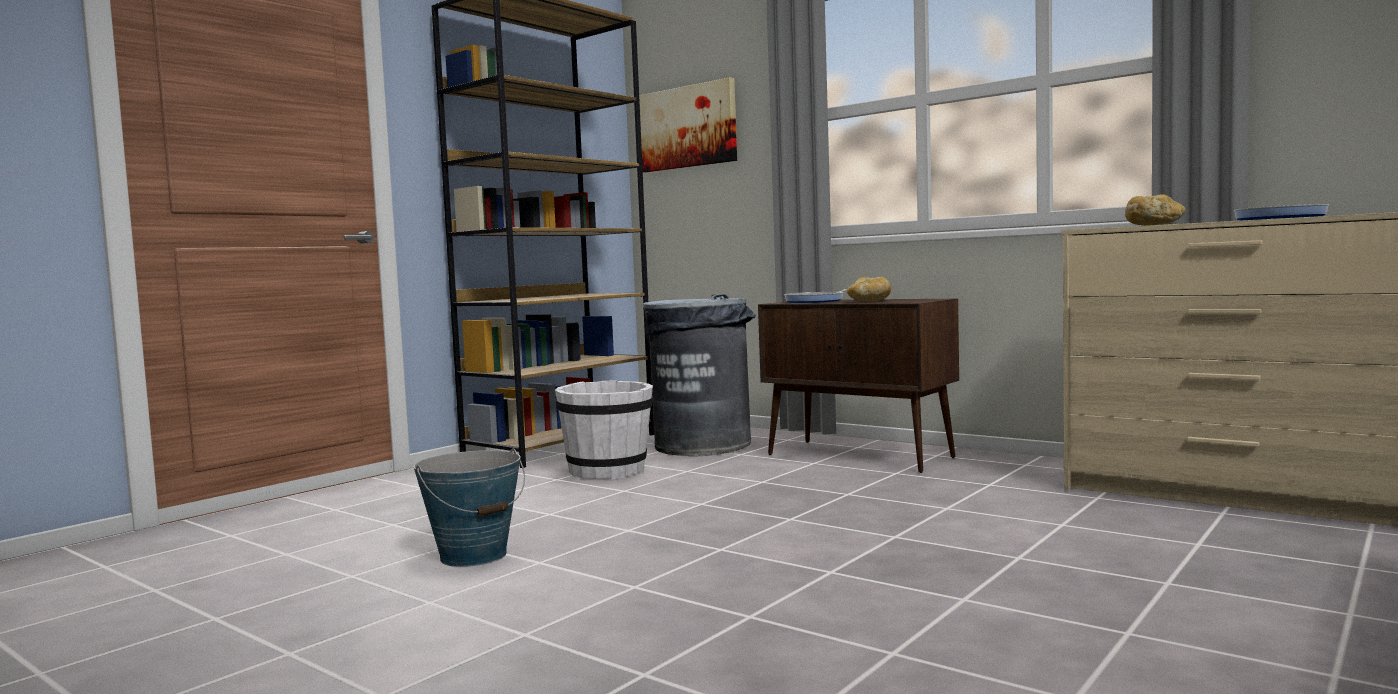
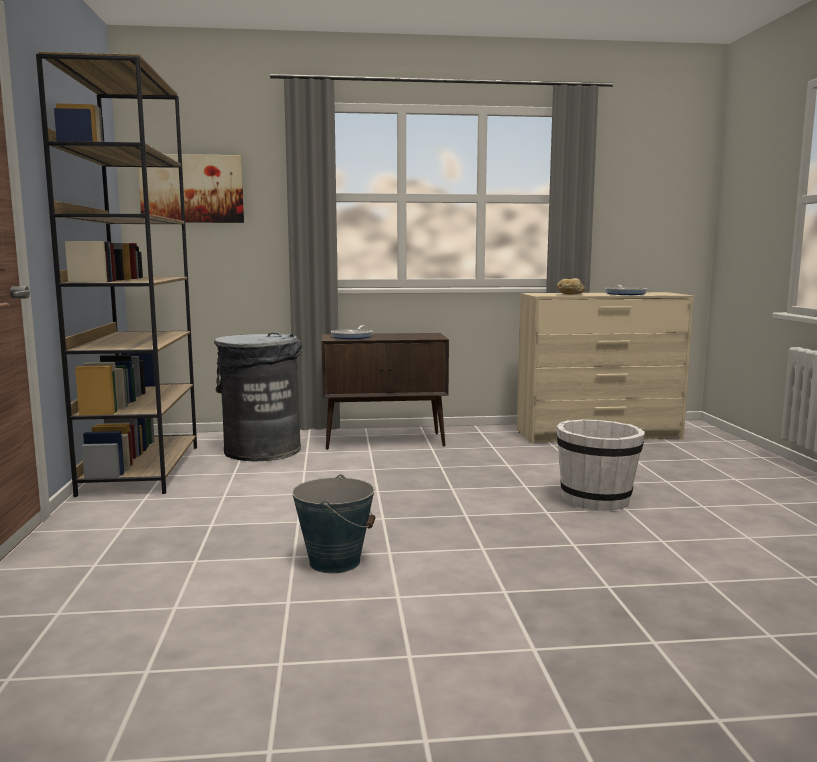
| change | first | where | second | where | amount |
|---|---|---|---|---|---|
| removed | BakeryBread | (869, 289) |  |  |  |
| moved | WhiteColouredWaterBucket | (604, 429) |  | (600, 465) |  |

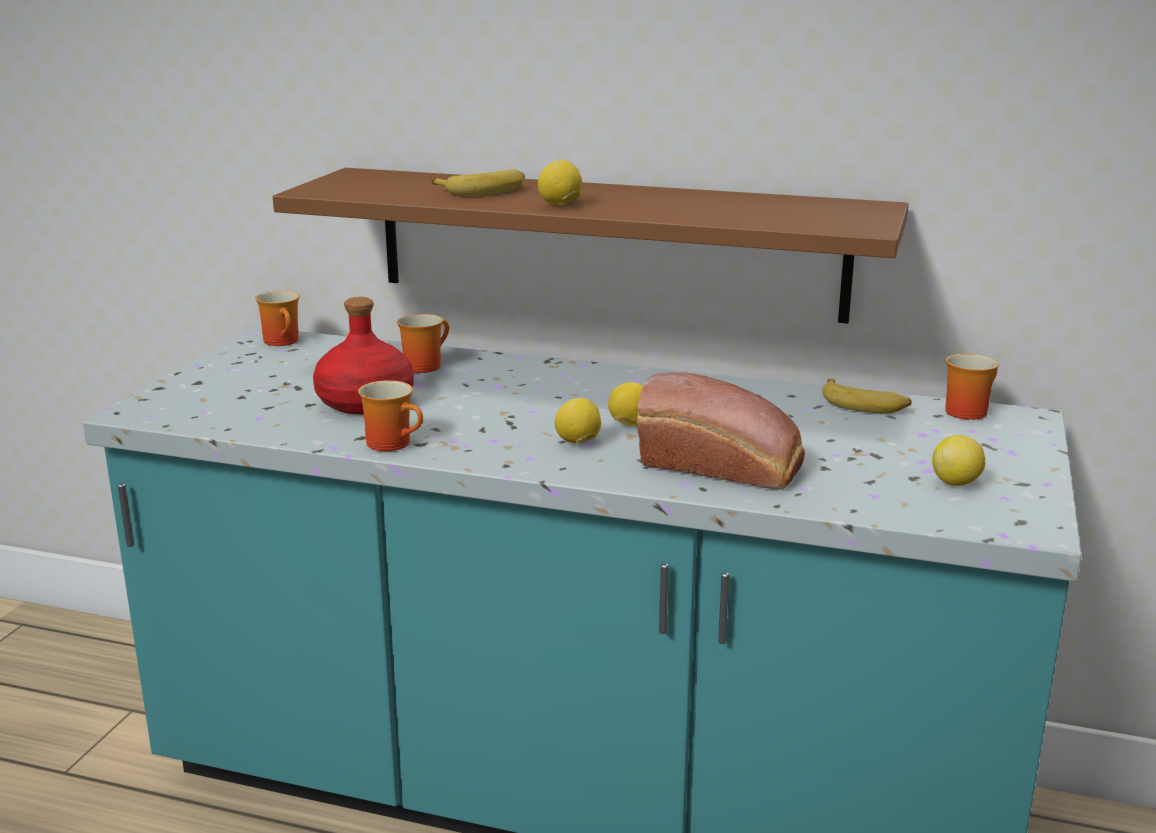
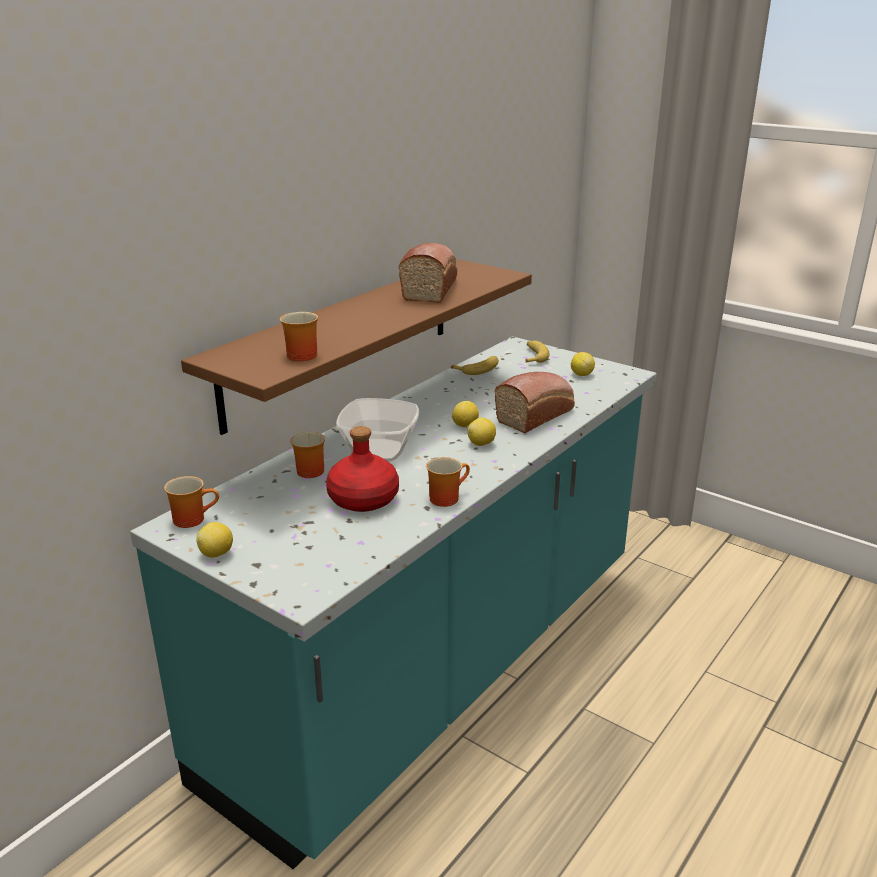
| change | first | where | second | where | amount |
|---|---|---|---|---|---|
| added |  |  | DeepDish | (377, 430) |  |
| added |  |  | BakeryBread | (428, 273) |  |
| moved | Banana | (478, 182) |  | (538, 351) |  |
| moved | WholeLemon | (560, 182) |  | (214, 540) |  |
| moved | Mug | (972, 387) |  | (299, 336) |  |

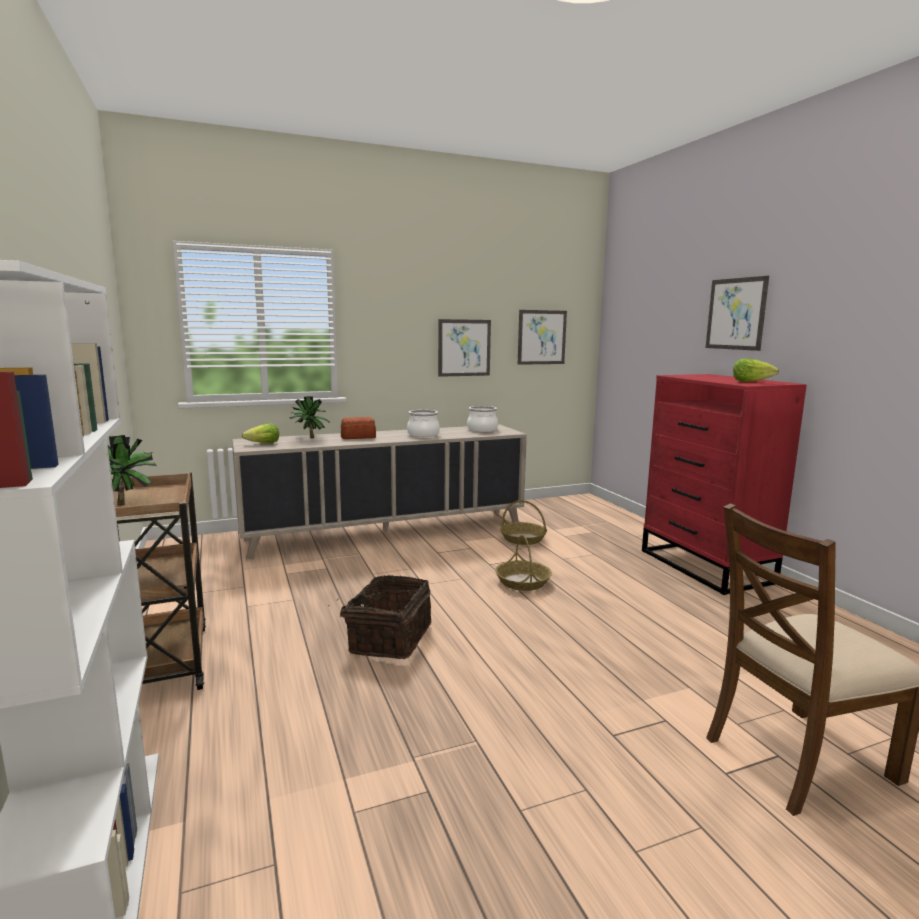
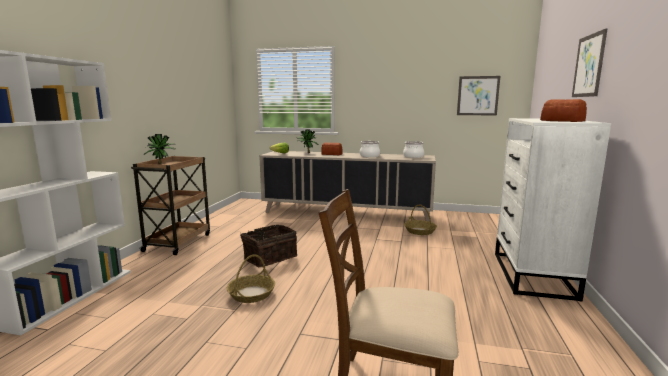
| change | first | where | second | where | amount |
|---|---|---|---|---|---|
| removed | Picture | (464, 348) |  |  |  |
| moved | HouseholdBasket | (523, 563) |  | (251, 278) |  |
| replaced | HeadOfLettuce | (756, 370) | BakeryBread | (563, 110) |  |
| recoloured | RedChestOfDrawers | (724, 484) | WhiteColouredChestOfDrawers | (553, 209) |  |

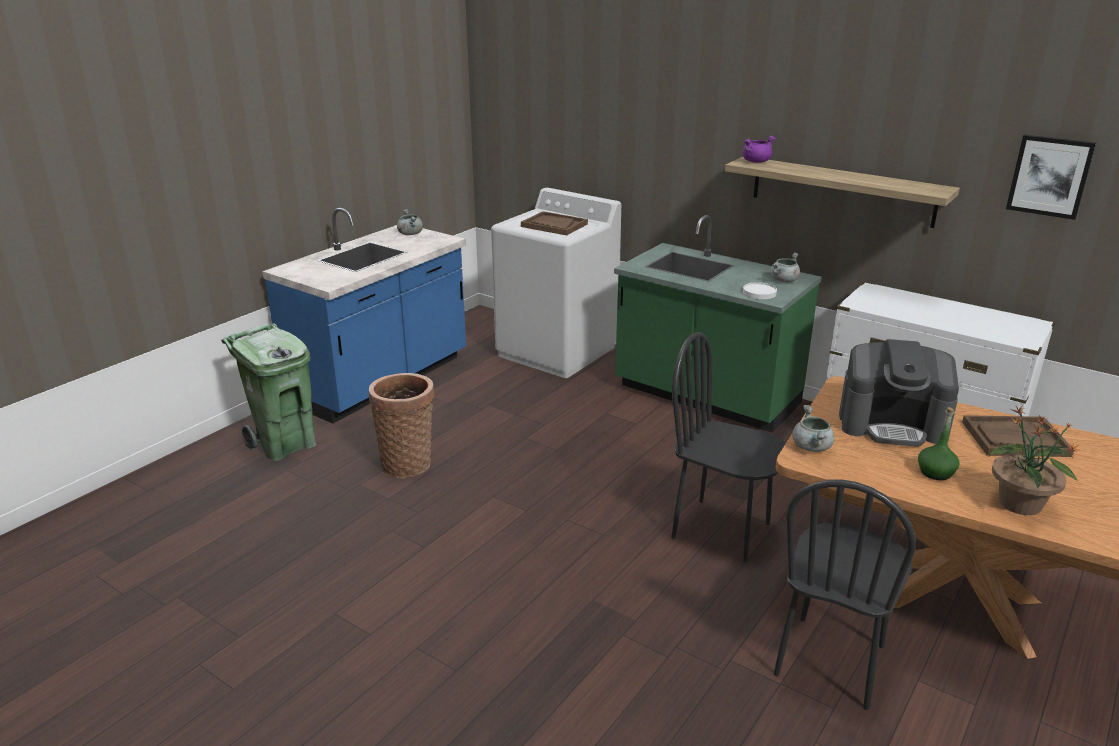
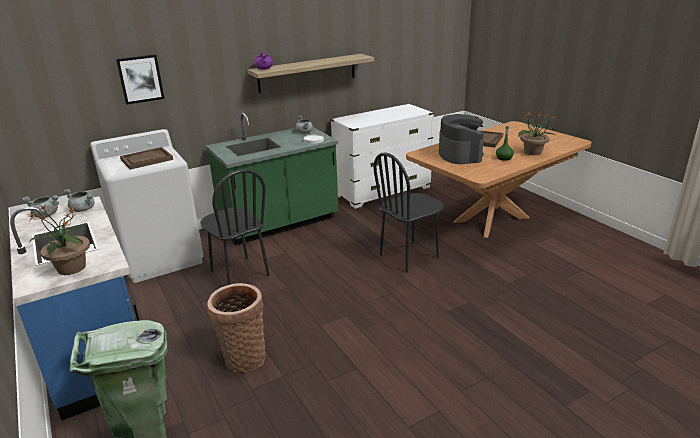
| change | first | where | second | where | amount |
|---|---|---|---|---|---|
| added |  |  | Houseplant | (59, 240) |  |
| moved | BlackPlainChair | (845, 595) |  | (235, 227) |  |
| moved | GreyCookingPot | (813, 428) |  | (79, 200) |  |
| moved | Picture | (1051, 177) |  | (140, 79) |  |
| turned | CoffeeMachine | (899, 393) |  | (461, 139) | 45 degrees counterclockwise |

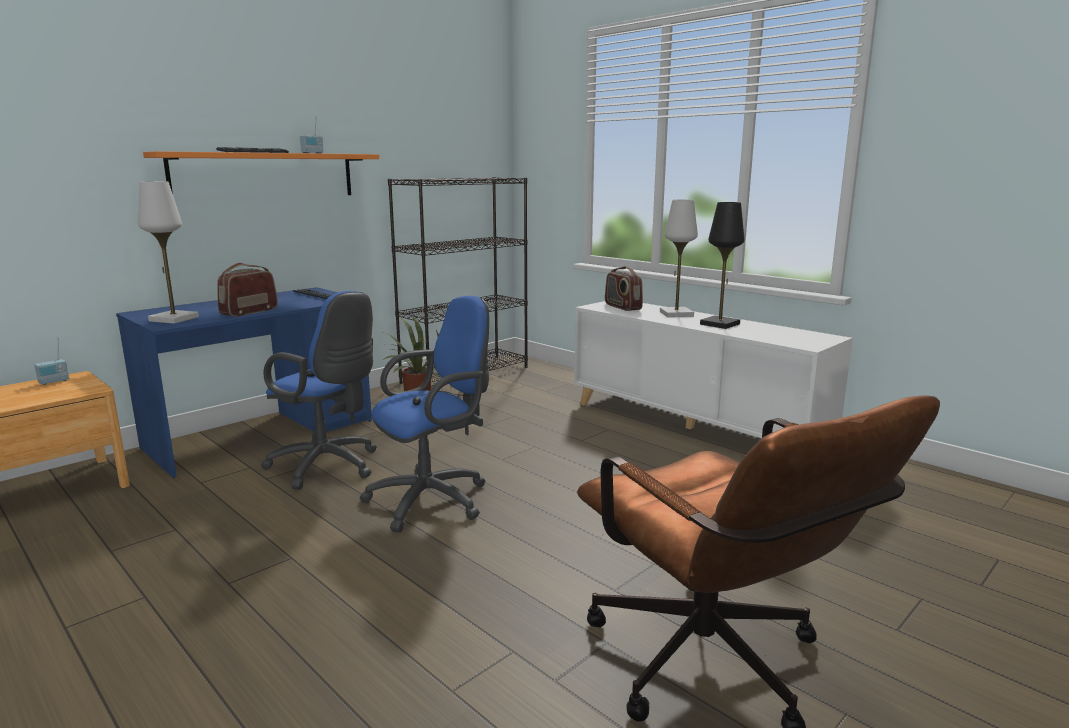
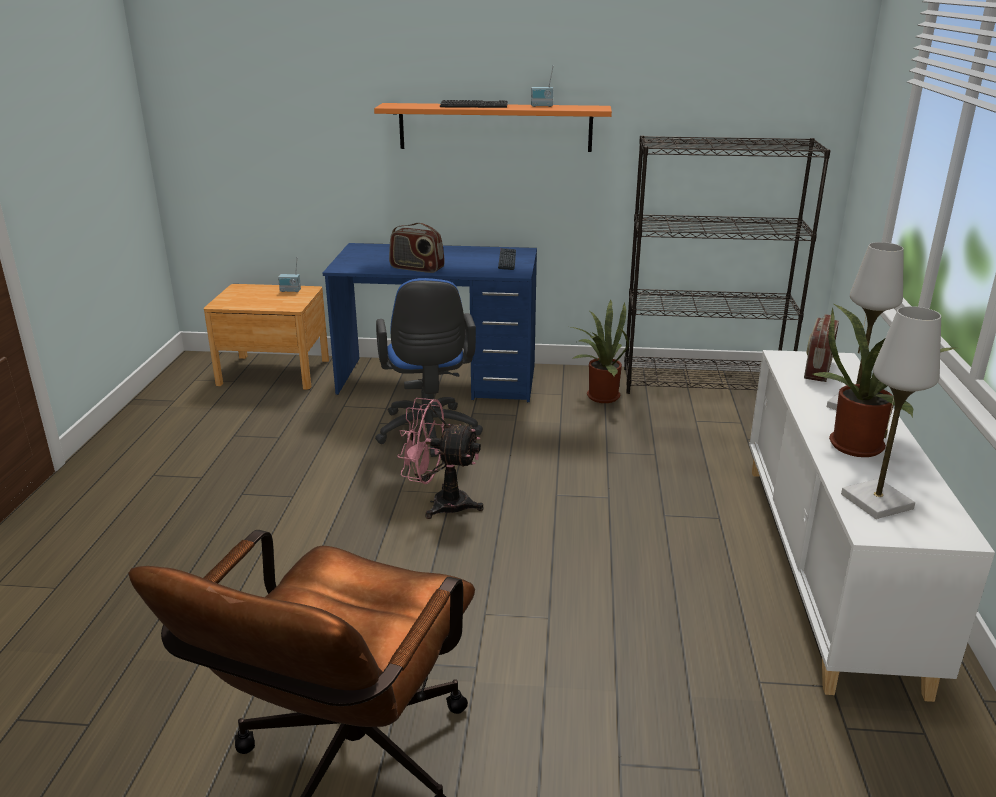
| change | first | where | second | where | amount |
|---|---|---|---|---|---|
| moved | WhiteColouredTableLamp | (168, 252) |  | (891, 412) |  |
| replaced | BlueDeskChair | (424, 414) | PinkElectricFan | (440, 458) |  |
| replaced | BlackTableLamp | (722, 265) | Houseplant | (884, 380) |  |
| turned | RadioReceiver | (247, 290) |  | (417, 248) | 150 degrees counterclockwise |

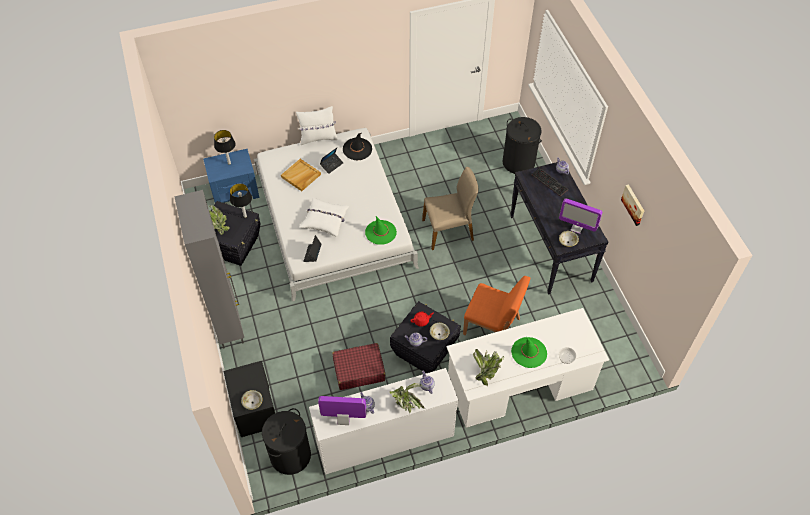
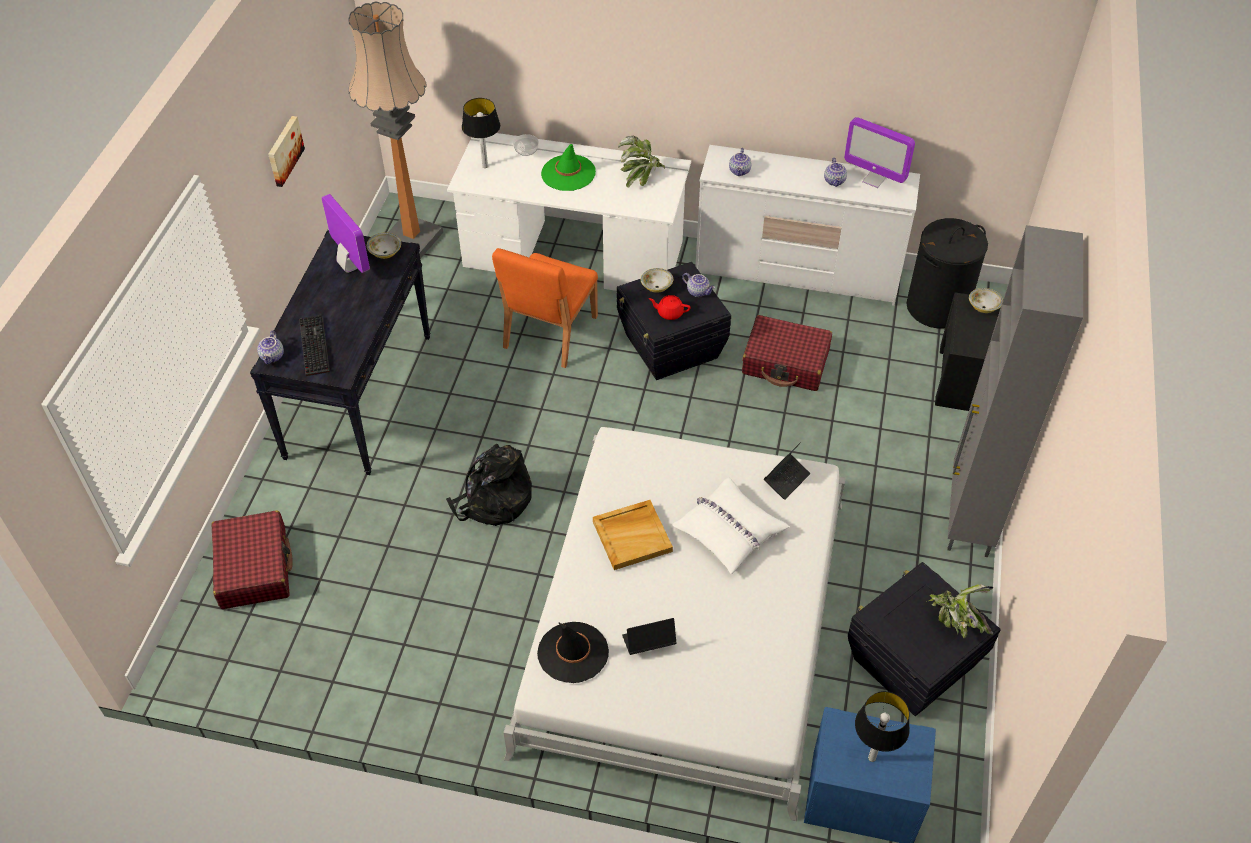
| change | first | where | second | where | amount |
|---|---|---|---|---|---|
| removed | WhiteColouredCushion | (317, 125) |  |  |  |
| removed | GreenishClothingHat | (381, 230) |  |  |  |
| removed | Houseplant | (407, 398) |  |  |  |
| added |  |  | StandardLamp | (395, 130) |  |
| moved | TableLamp | (241, 200) |  | (481, 133) |  |
| moved | SandColouredTray | (301, 175) |  | (633, 535) |  |
| replaced | SandColouredPlainChair | (450, 208) | BlackRucksack | (489, 485) |  |
| replaced | BlackHamper | (522, 145) | RedSuitcase | (252, 559) |  |
| turned | OrangePlainChair | (496, 305) |  | (545, 308) | 120 degrees counterclockwise |

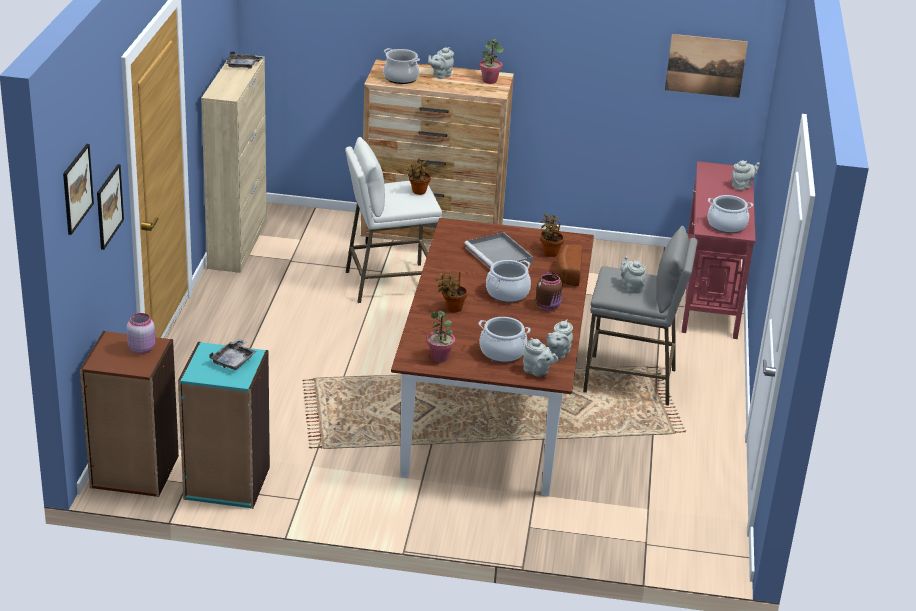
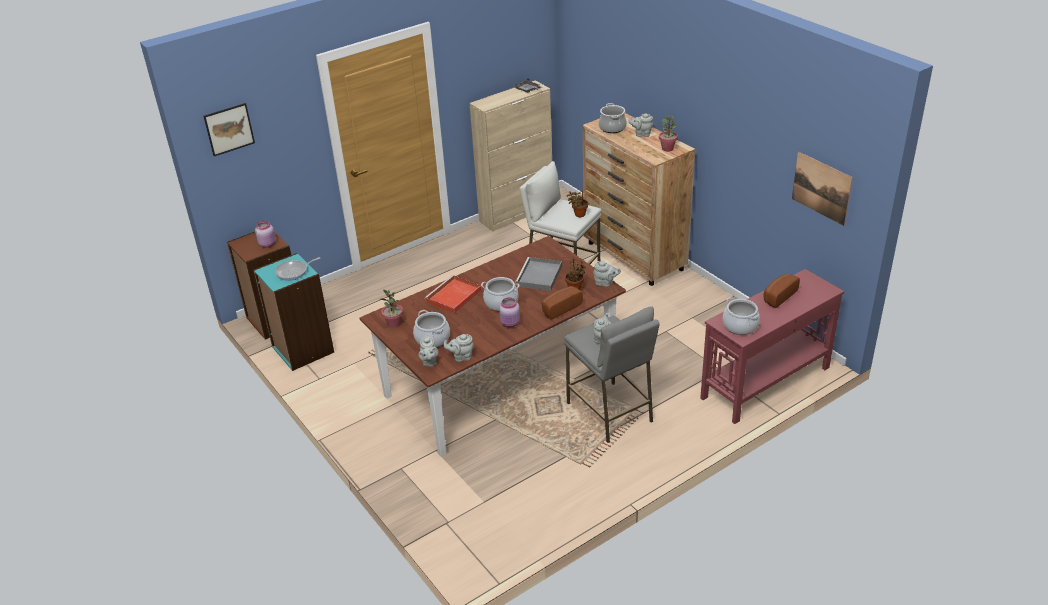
| change | first | where | second | where | amount |
|---|---|---|---|---|---|
| removed | Picture | (110, 207) |  |  |  |
| added |  |  | BakeryBread | (781, 291) |  |
| moved | GreyTeapot | (746, 175) |  | (607, 274) |  |
| replaced | GreyTray | (233, 354) | FryingPan | (297, 269) |  |
| replaced | Houseplant | (452, 292) | RedTray | (453, 294) |  |
| recoloured | BrownColouredPreserveJar | (549, 291) | PinkPreserveJar | (509, 312) |  |

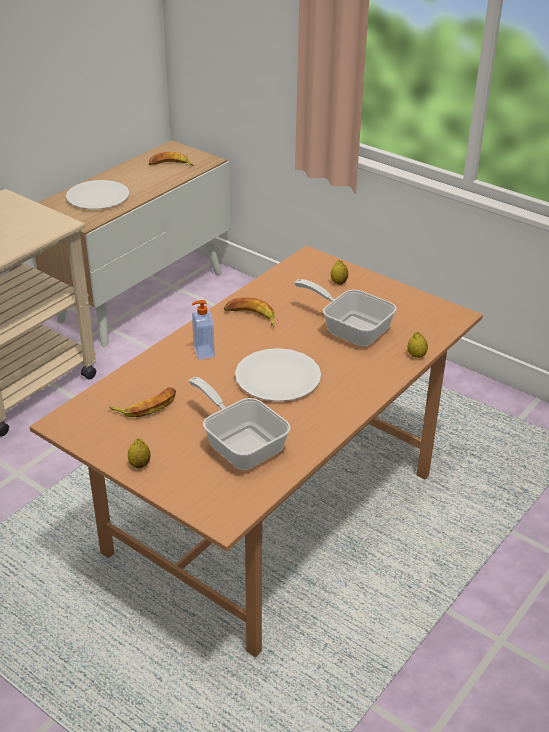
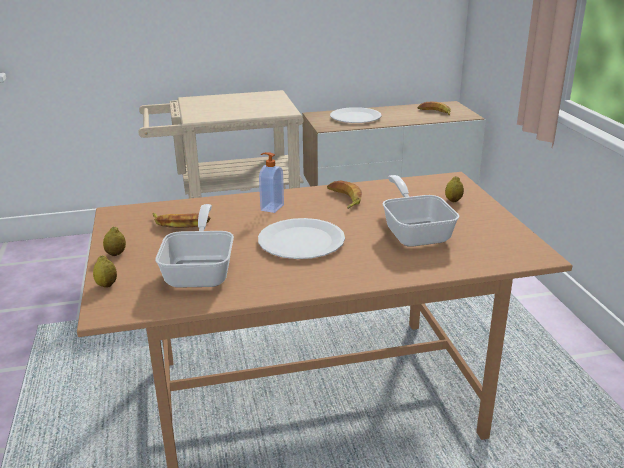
| change | first | where | second | where | amount |
|---|---|---|---|---|---|
| moved | WholeLemon | (418, 345) |  | (105, 271) |  |

